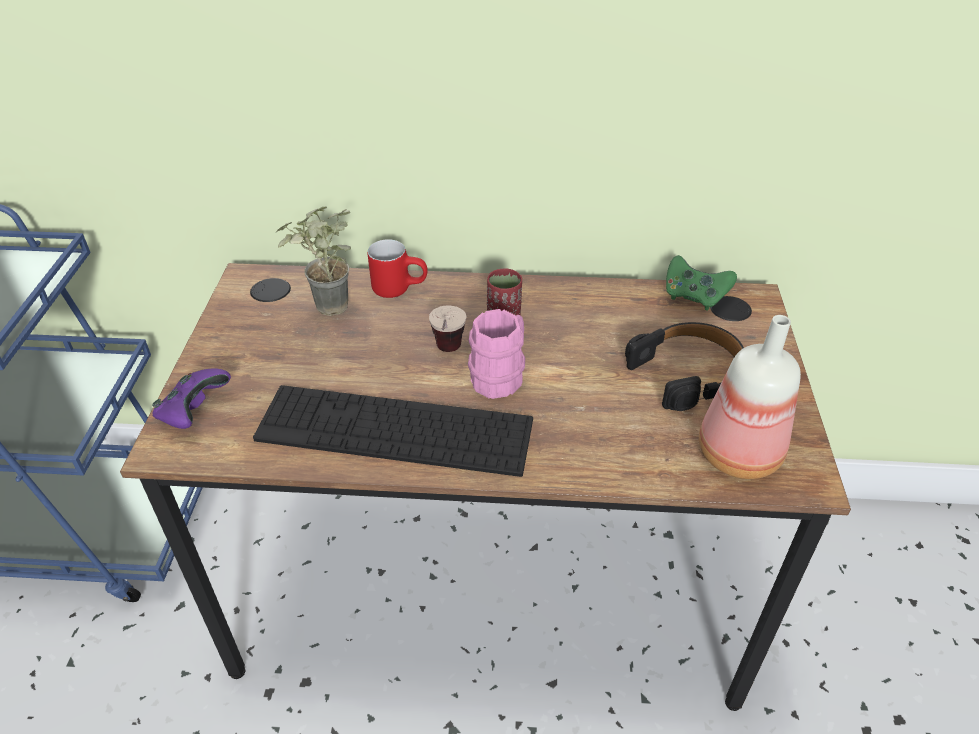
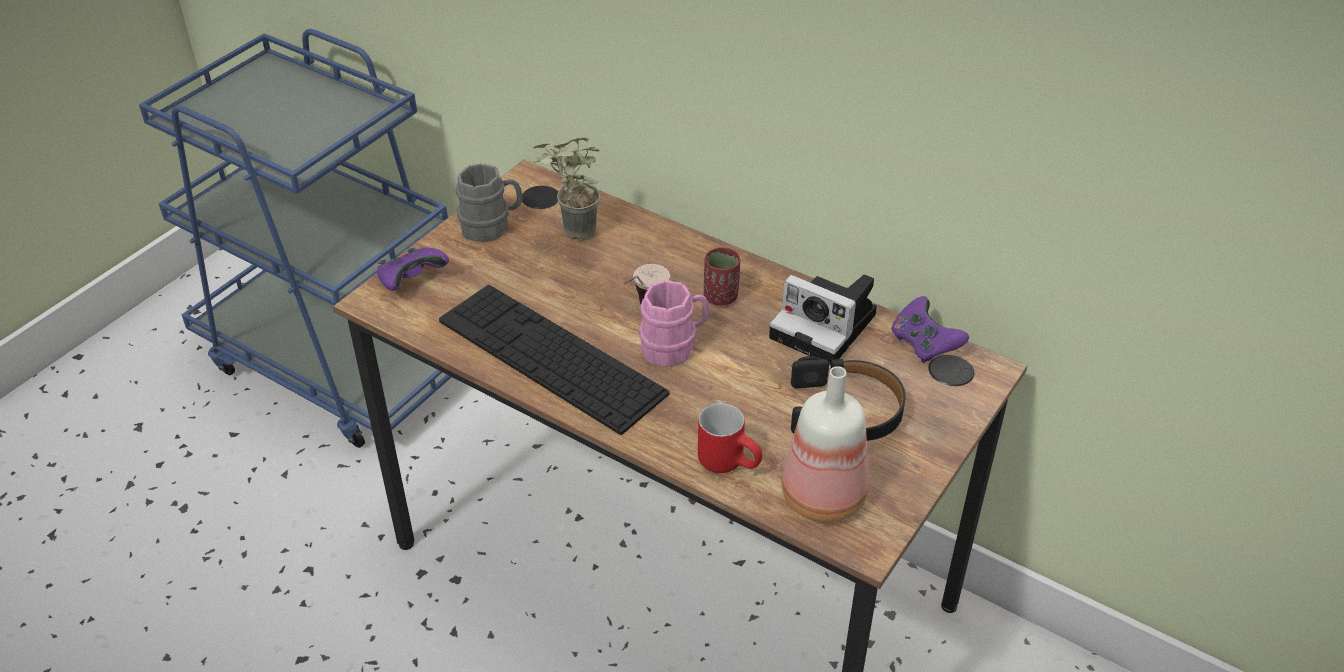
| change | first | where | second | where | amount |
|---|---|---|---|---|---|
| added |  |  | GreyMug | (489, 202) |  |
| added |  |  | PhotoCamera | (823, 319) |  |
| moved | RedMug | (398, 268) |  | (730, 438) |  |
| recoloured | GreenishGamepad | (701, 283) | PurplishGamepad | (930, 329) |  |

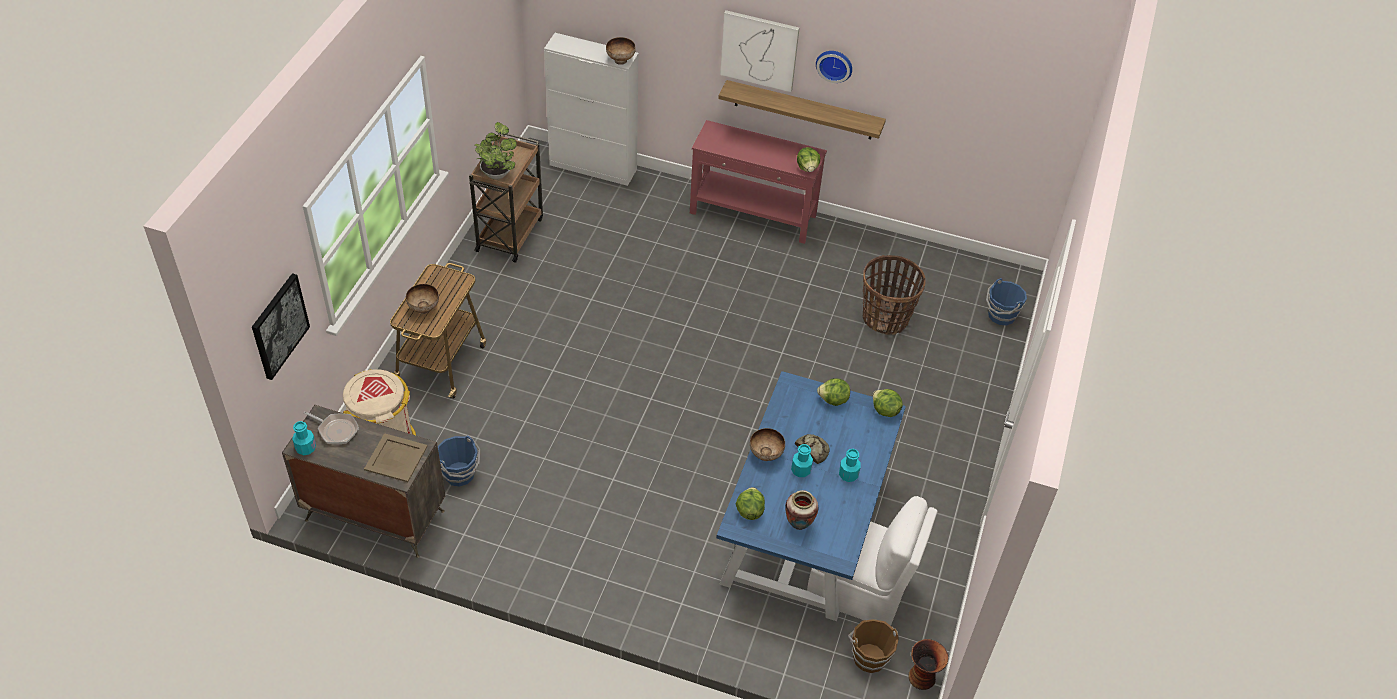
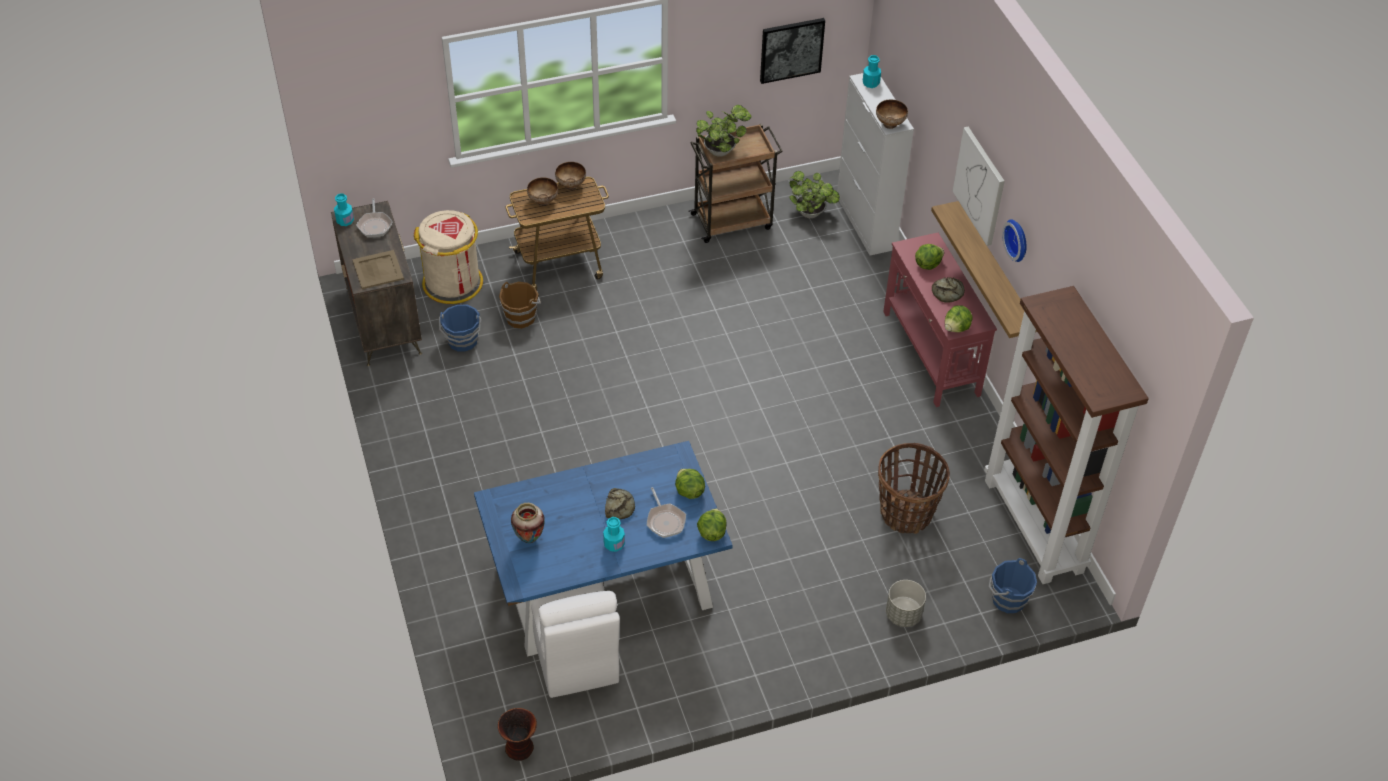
| change | first | where | second | where | amount |
|---|---|---|---|---|---|
| added |  |  | FryingPan | (666, 512) |  |
| added |  |  | Houseplant | (814, 194) |  |
| added |  |  | GreyFlowerPot | (906, 603) |  |
| added |  |  | BakeryBread | (948, 290) |  |
| added |  |  | BrownColouredBookcase | (1066, 435) |  |
| moved | Picture | (281, 326) |  | (792, 51) |  |
| moved | HeadOfLettuce | (750, 503) |  | (929, 257) |  |
| moved | DeepDish | (767, 444) |  | (570, 176) |  |
| moved | BlueGreenBottle | (802, 460) |  | (872, 71) |  |
| moved | BrownColouredWaterBucket | (873, 646) |  | (520, 305) |  |

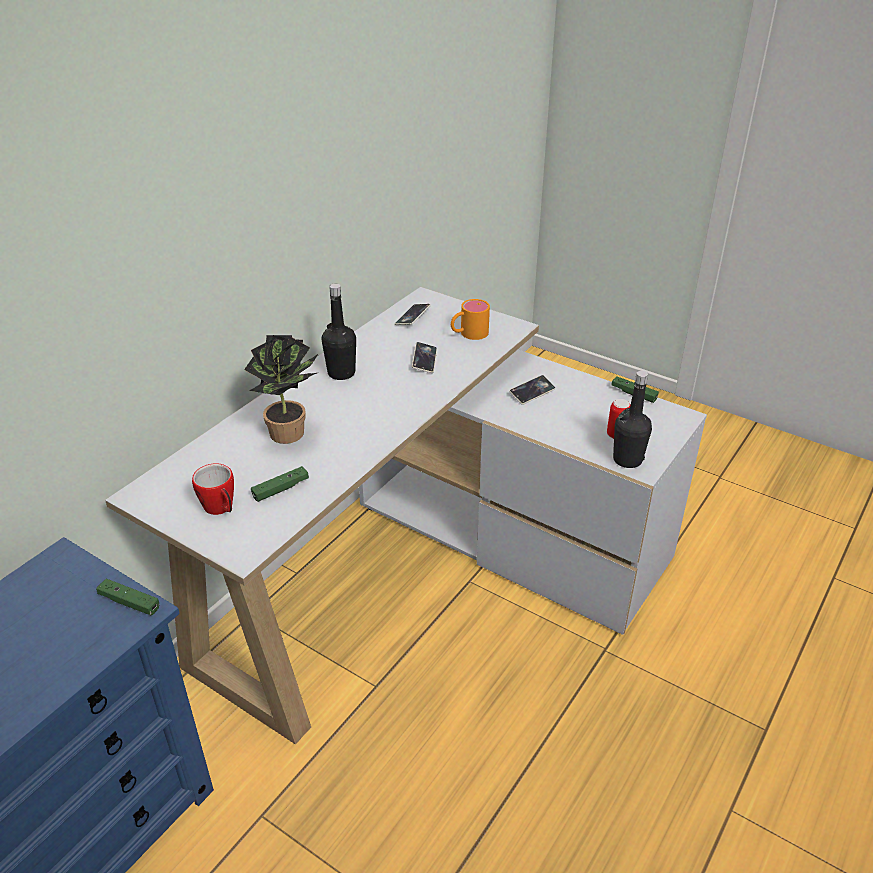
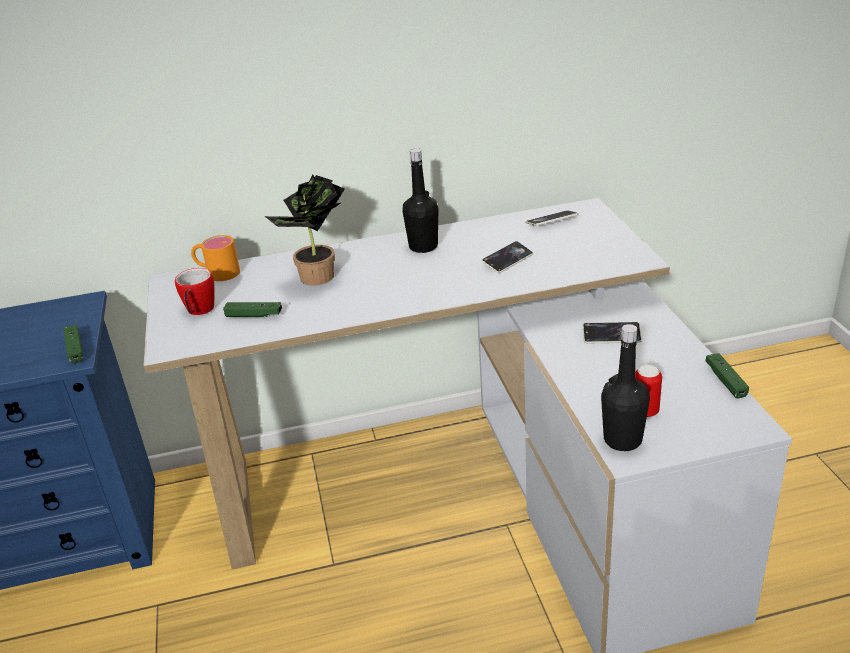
| change | first | where | second | where | amount |
|---|---|---|---|---|---|
| moved | OrangeMug | (470, 319) |  | (215, 258) |  |

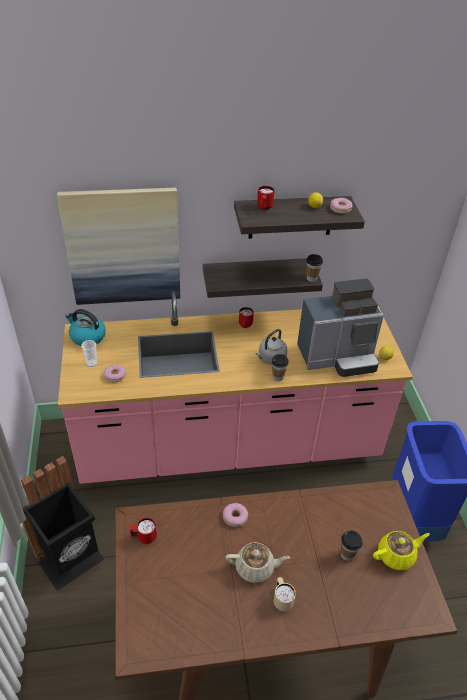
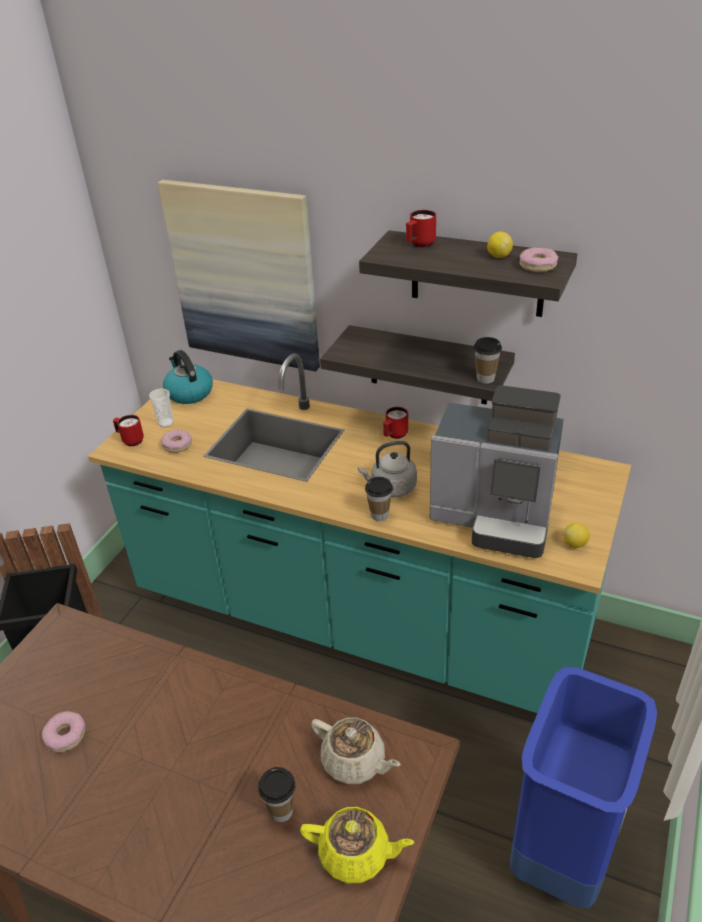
| change | first | where | second | where | amount |
|---|---|---|---|---|---|
| removed | SandColouredMug | (285, 594) |  |  |  |
| moved | RedMug | (143, 530) |  | (128, 430) |  |
| moved | Donut | (235, 515) |  | (64, 731) |  |
| moved | SandColouredTeapot | (257, 562) |  | (356, 750) |  |
| recoloured | PinkCounter | (235, 387) | BlueGreenCounter | (359, 533) |  |

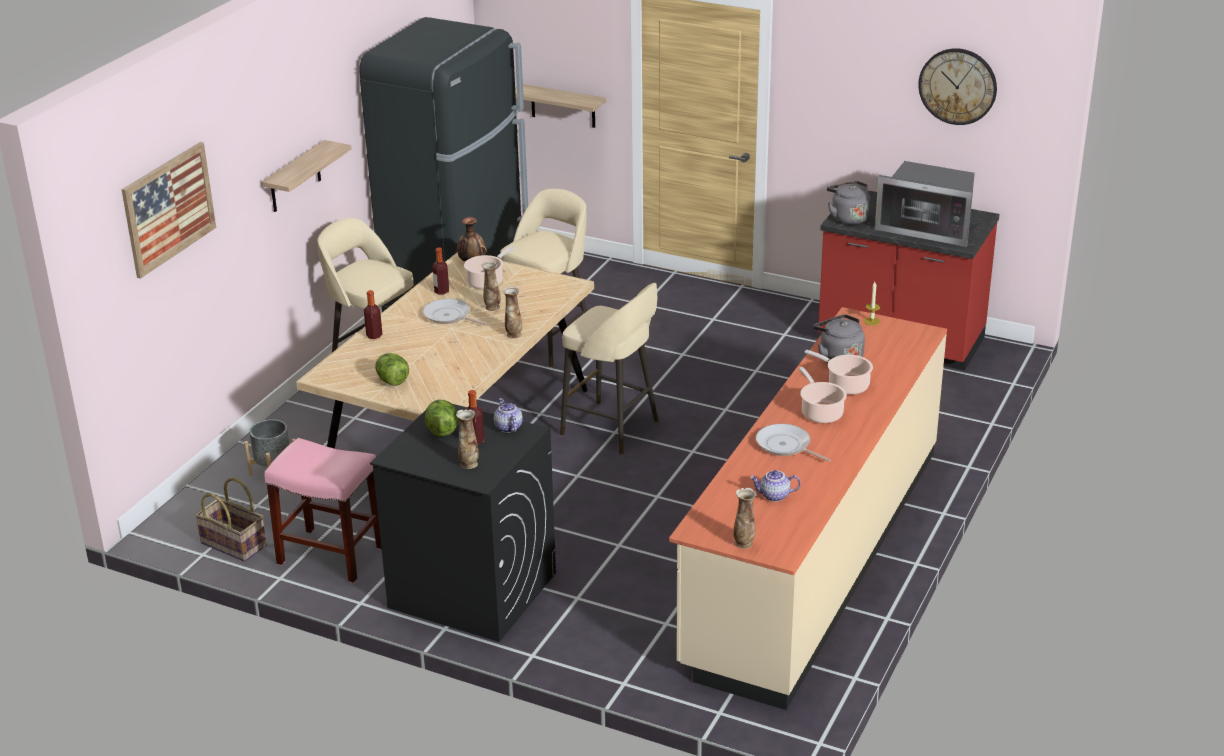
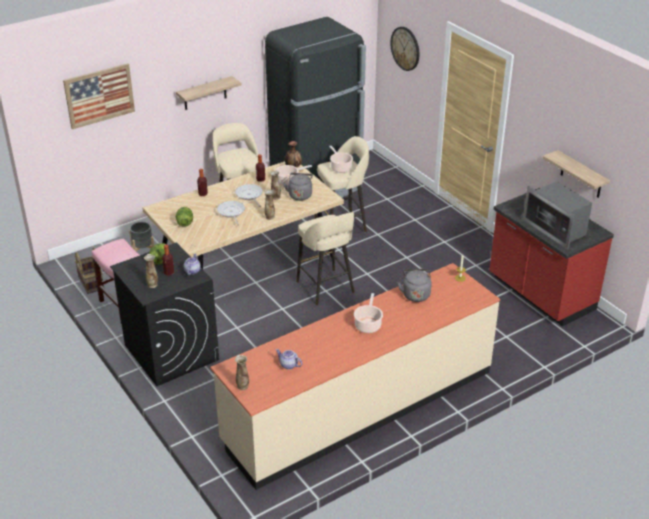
| change | first | where | second | where | amount |
|---|---|---|---|---|---|
| moved | WallShelf | (560, 106) |  | (576, 174) |  |
| moved | FryingPan | (793, 443) |  | (231, 213) |  |
| moved | CookingPot | (839, 372) |  | (341, 159) |  |
| moved | GreyWaterKettle | (849, 203) |  | (298, 187) |  |
| moved | ClockOnTheWall | (957, 86) |  | (404, 49) |  |

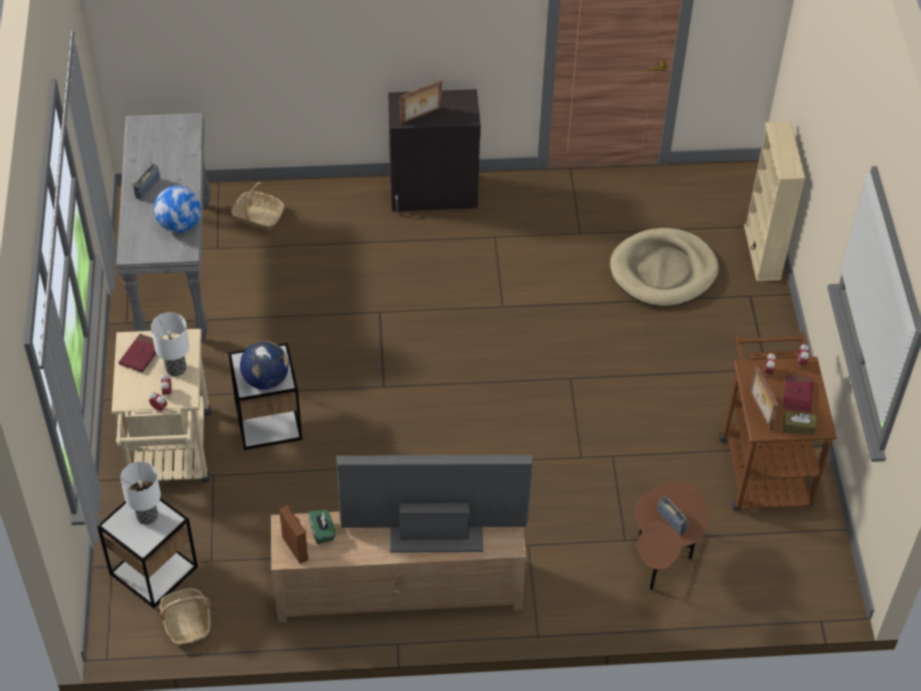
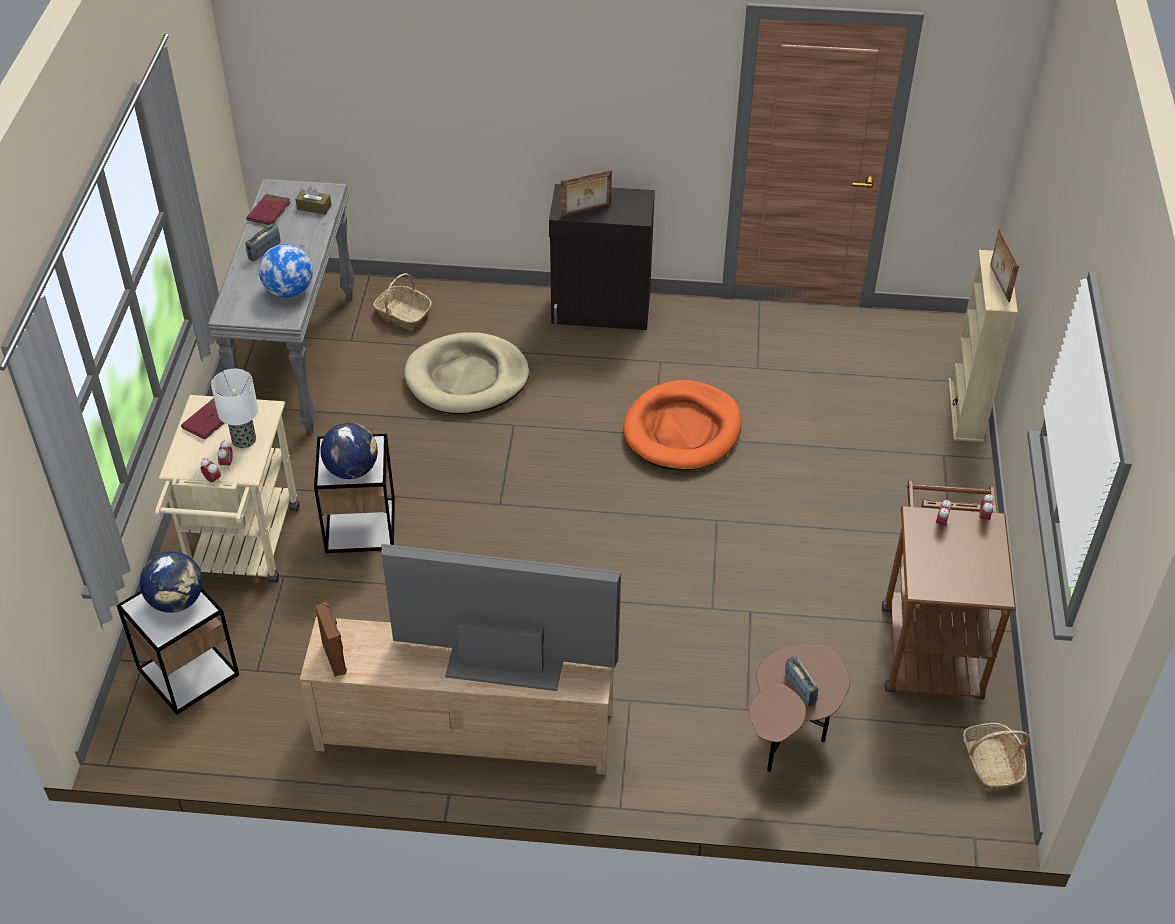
| change | first | where | second | where | amount |
|---|---|---|---|---|---|
| removed | GreenishBoxOfTissues | (322, 527) |  |  |  |
| added |  |  | OrangePetBed | (682, 425) |  |
| moved | HouseholdBasket | (185, 616) |  | (996, 755) |  |
| moved | SandColouredPetBed | (664, 267) |  | (466, 373) |  |
| moved | StandingFrame | (764, 397) |  | (1004, 265) |  |
| moved | RedBook | (798, 393) |  | (269, 209) |  |
| moved | BrownColouredBoxOfTissues | (799, 423) |  | (313, 201) |  |
| replaced | TableLamp | (140, 493) | WorldGlobe | (171, 582) |  |

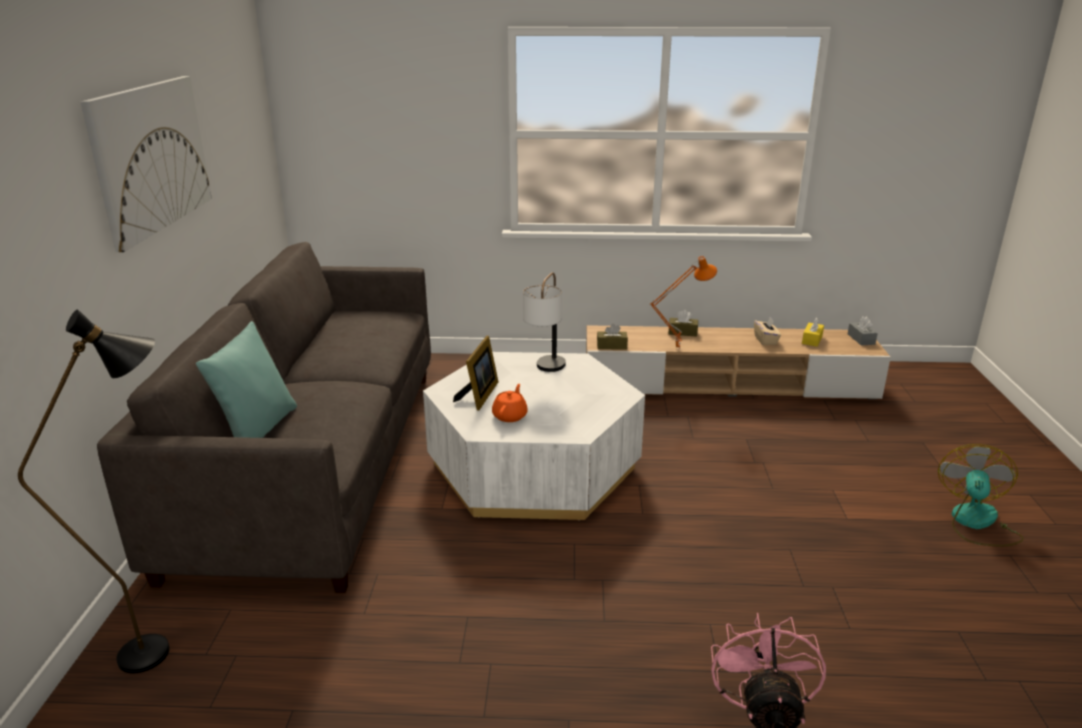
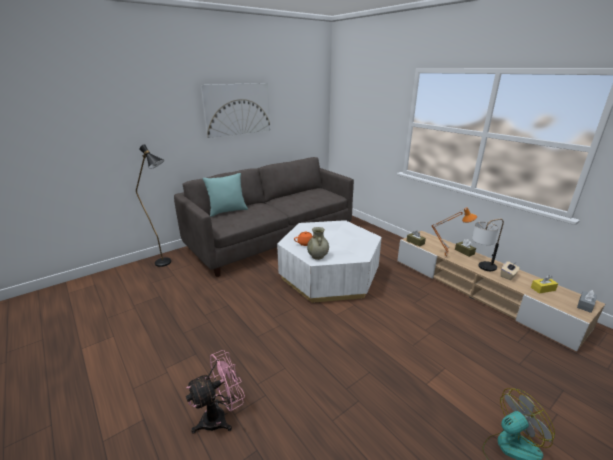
| change | first | where | second | where | amount |
|---|---|---|---|---|---|
| removed | StandingFrame | (475, 373) |  |  |  |
| added |  |  | SandColouredDecorativeVase | (318, 243) |  |
| moved | TableLamp | (544, 322) |  | (488, 245) |  |

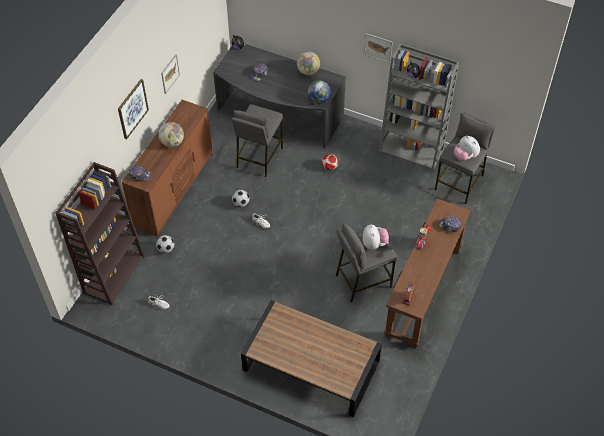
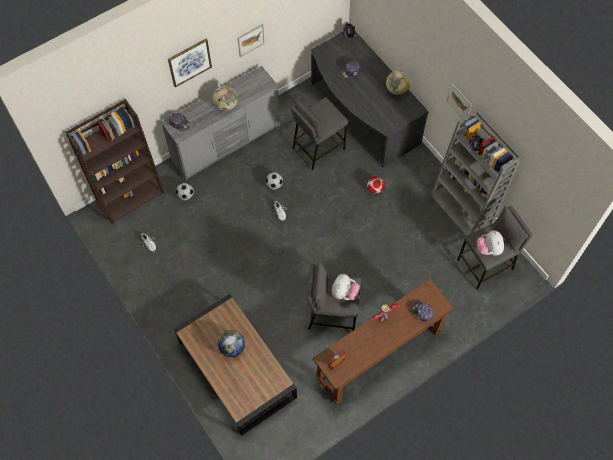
| change | first | where | second | where | amount |
|---|---|---|---|---|---|
| moved | WorldGlobe | (319, 92) |  | (231, 343) |  |
| recoloured | BrownColouredChestOfDrawers | (167, 168) | GreyChestOfDrawers | (220, 123) |  |

